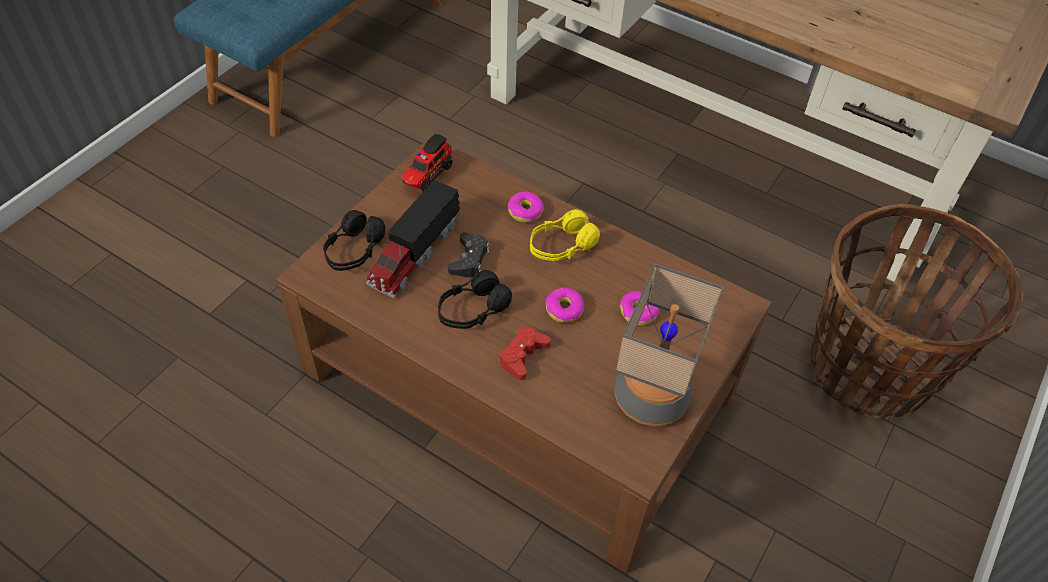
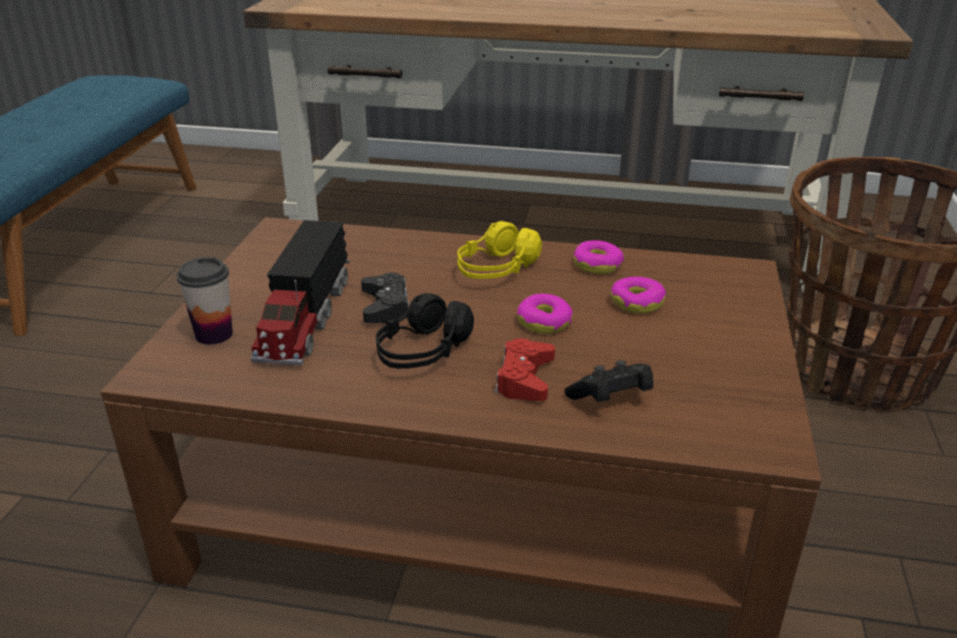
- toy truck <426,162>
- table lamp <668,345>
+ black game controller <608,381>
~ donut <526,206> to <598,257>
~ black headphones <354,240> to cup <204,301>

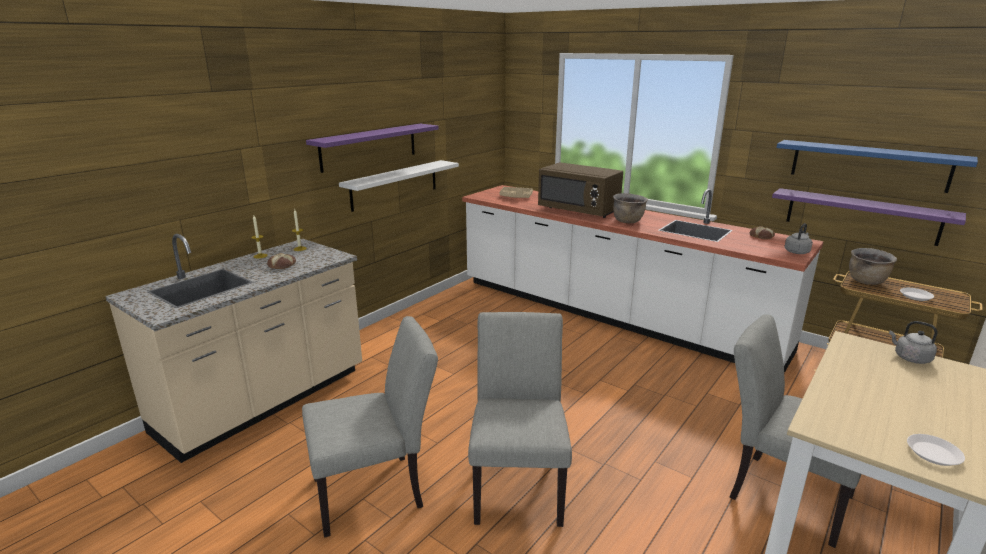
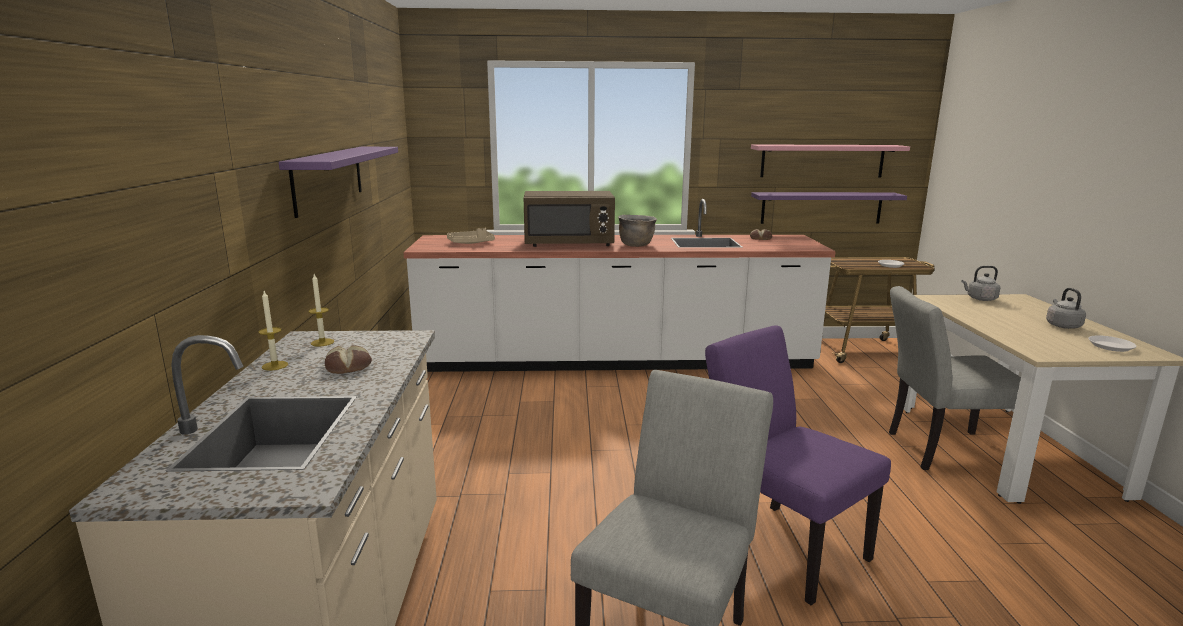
- white shelf <399,186>
- brown cooking pot <873,266>
~ grey kettle <798,238> to <1066,308>
~ grey chair <520,419> to purple chair <798,465>
~ blue shelf <877,166> to pink shelf <830,160>

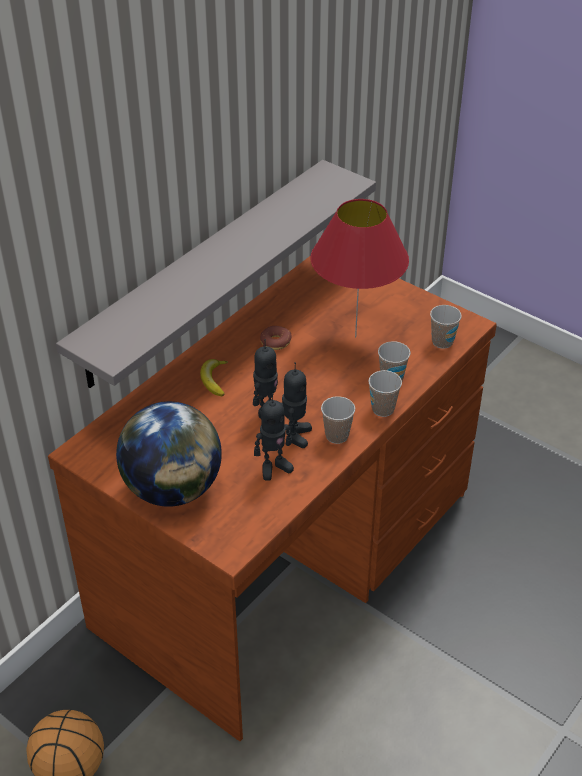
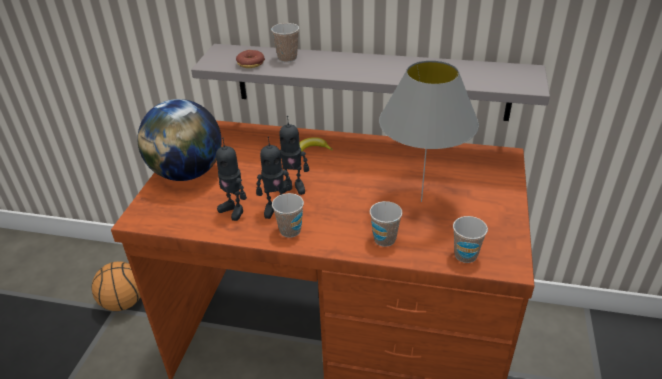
~ donut <276,338> to <250,59>
~ cup <385,393> to <285,42>
~ red table lamp <360,268> to grey table lamp <429,131>

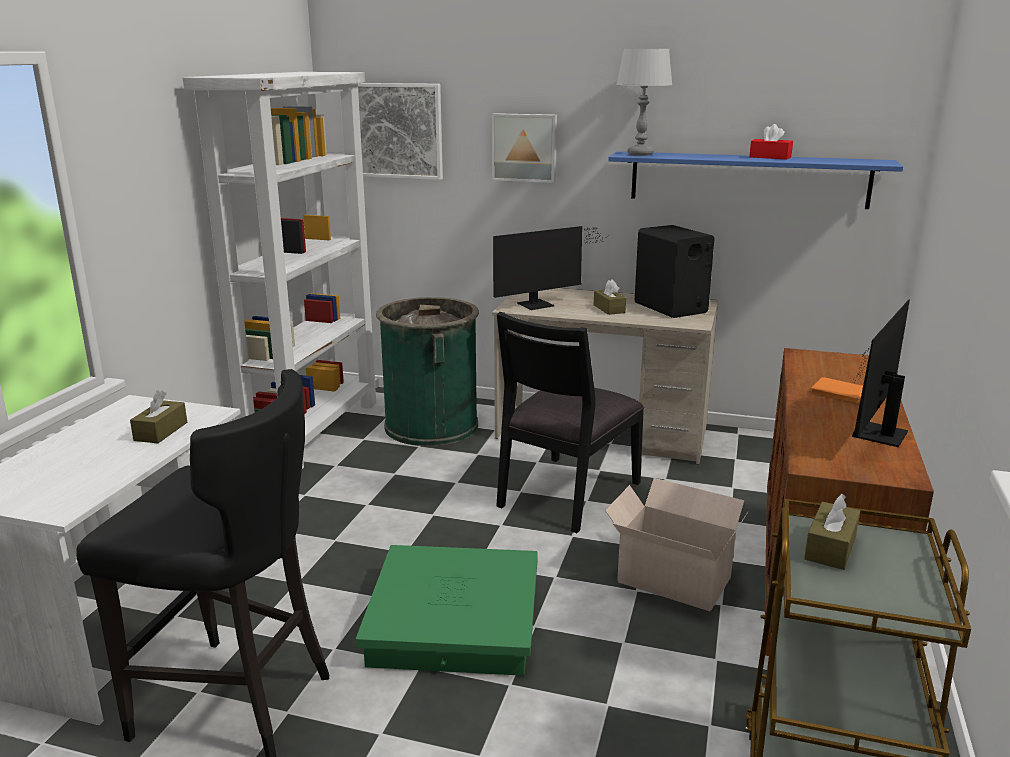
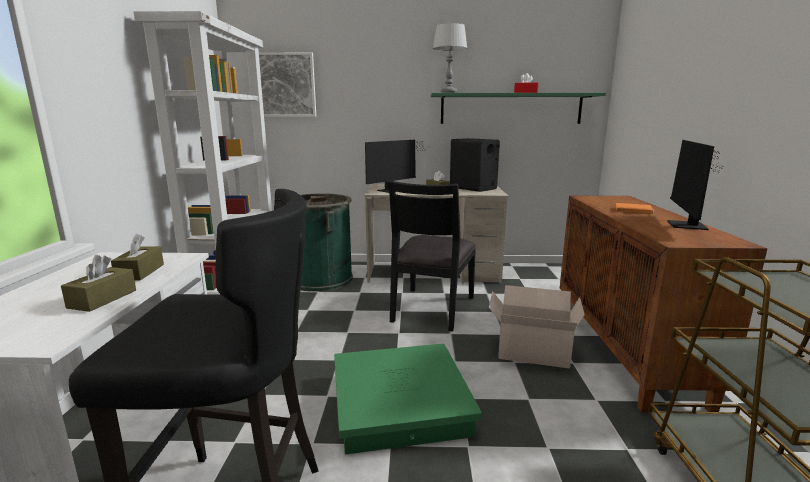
- picture <524,148>
~ brown tissue box <832,532> to <98,283>
~ blue shelf <755,180> to green shelf <518,108>

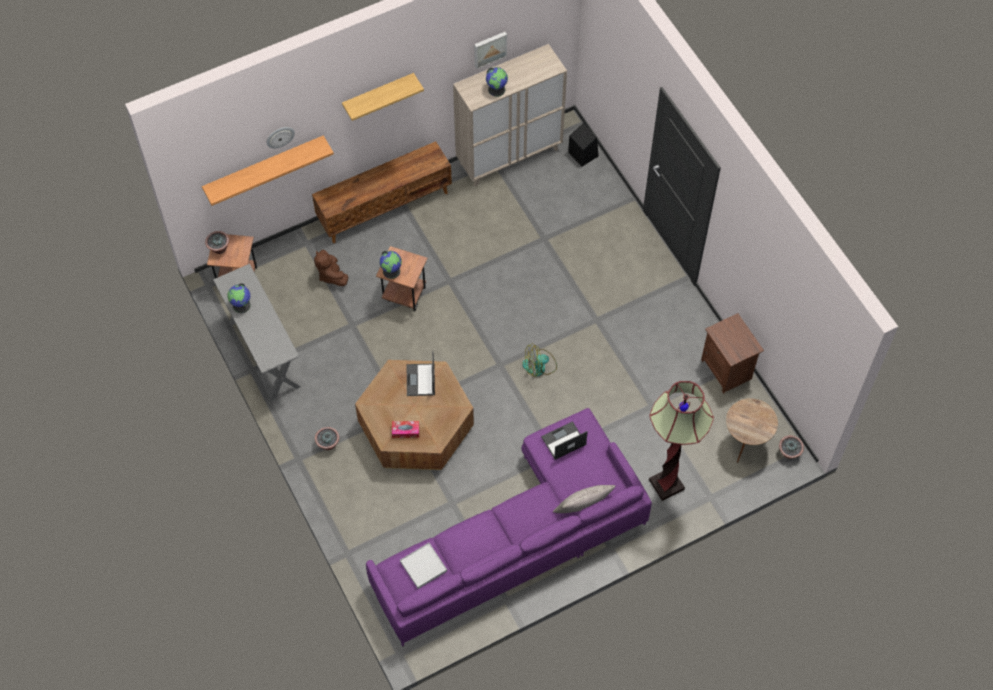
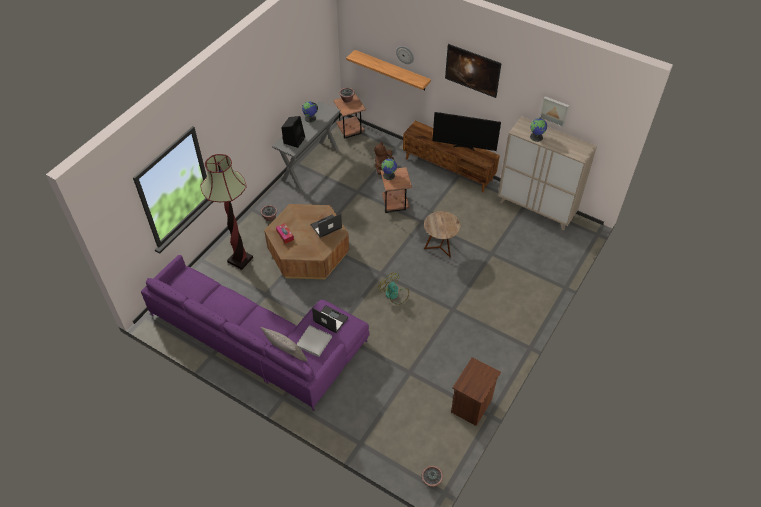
+ television <466,131>
~ white tray <423,566> to <314,341>
~ black speaker <583,145> to <293,132>
~ floor lamp <681,441> to <226,212>
~ brown side table <752,430> to <442,234>
~ shelf <383,97> to picture <473,71>

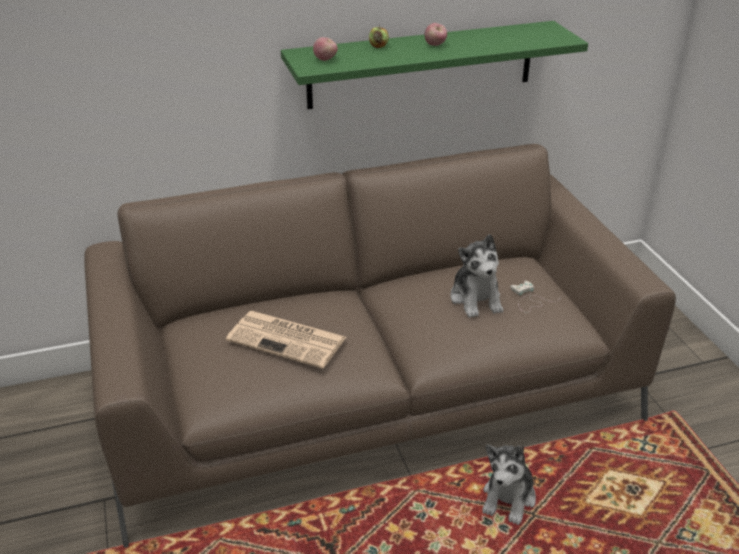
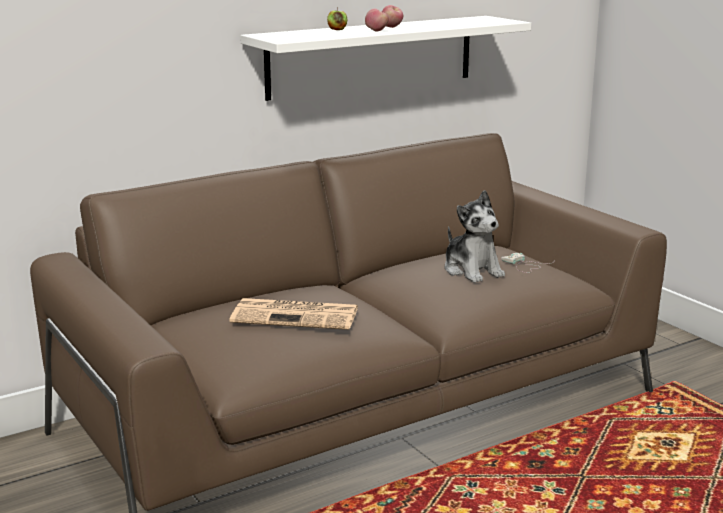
- plush toy <509,485>
~ apple <325,49> to <377,20>
~ green shelf <434,65> to white shelf <385,58>

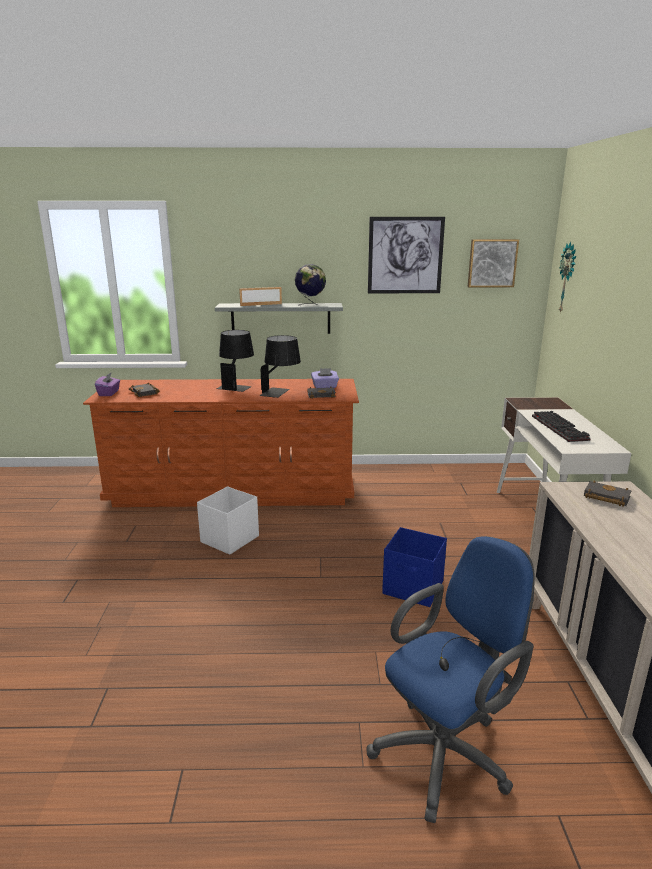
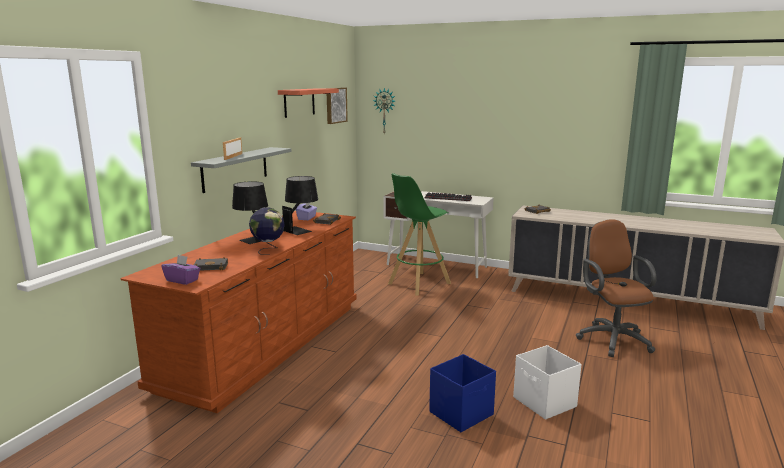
+ green stool <419,234>
~ white storage box <228,521> to <547,382>
~ globe <310,285> to <267,231>
~ blue storage box <414,567> to <462,393>
~ picture <406,255> to shelf <308,103>
~ blue office chair <451,679> to brown office chair <616,288>

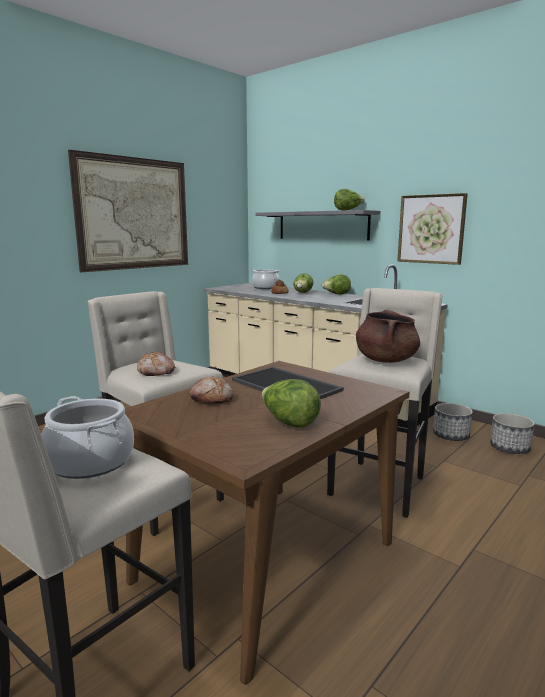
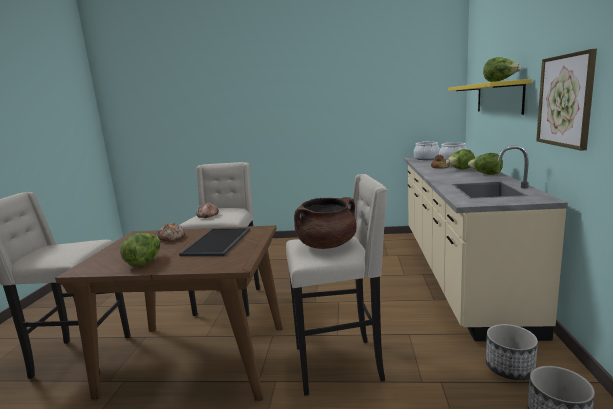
- picture <128,211>
~ cooking pot <87,437> to <427,150>
~ grey shelf <318,225> to yellow shelf <490,97>

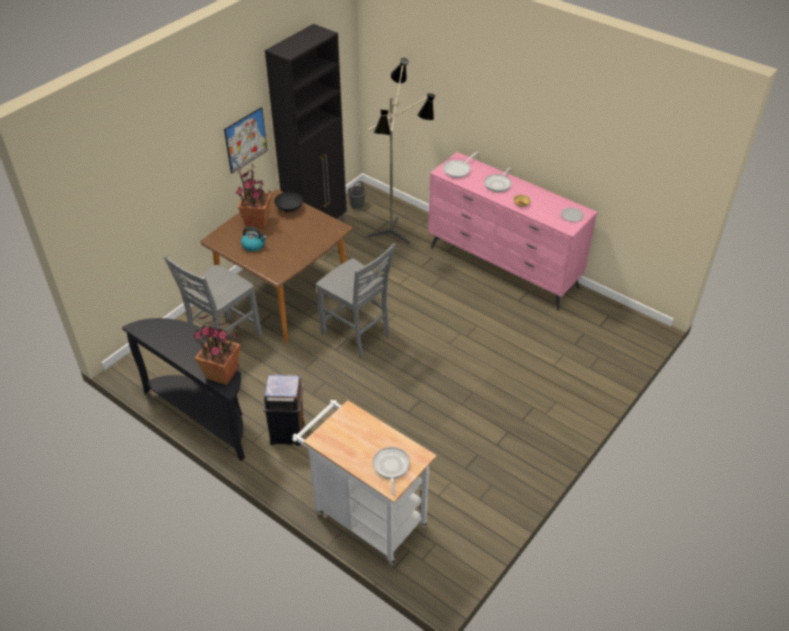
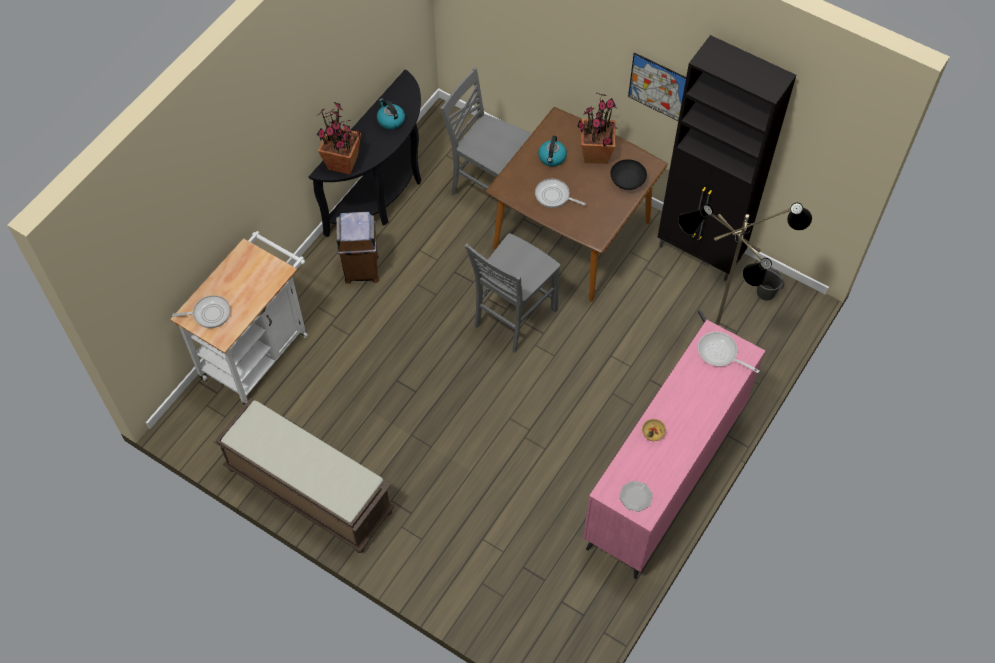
+ brown bench <304,475>
+ kettle <391,113>
~ frying pan <498,179> to <560,193>

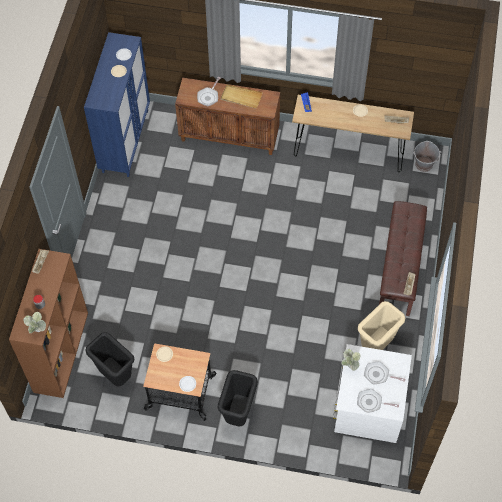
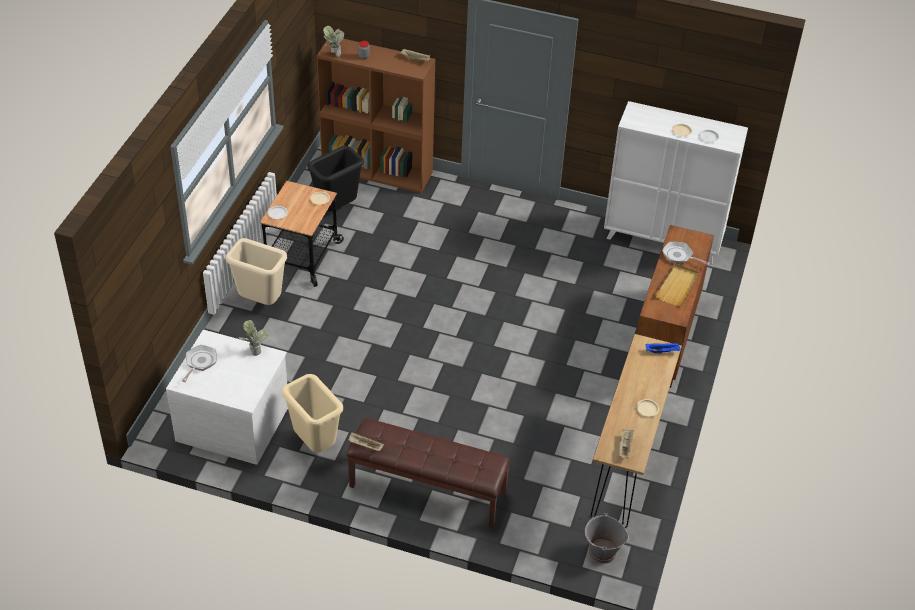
- frying pan <384,373>
~ blue cabinet <117,104> to white cabinet <676,182>
~ black trash can <237,398> to beige trash can <256,271>

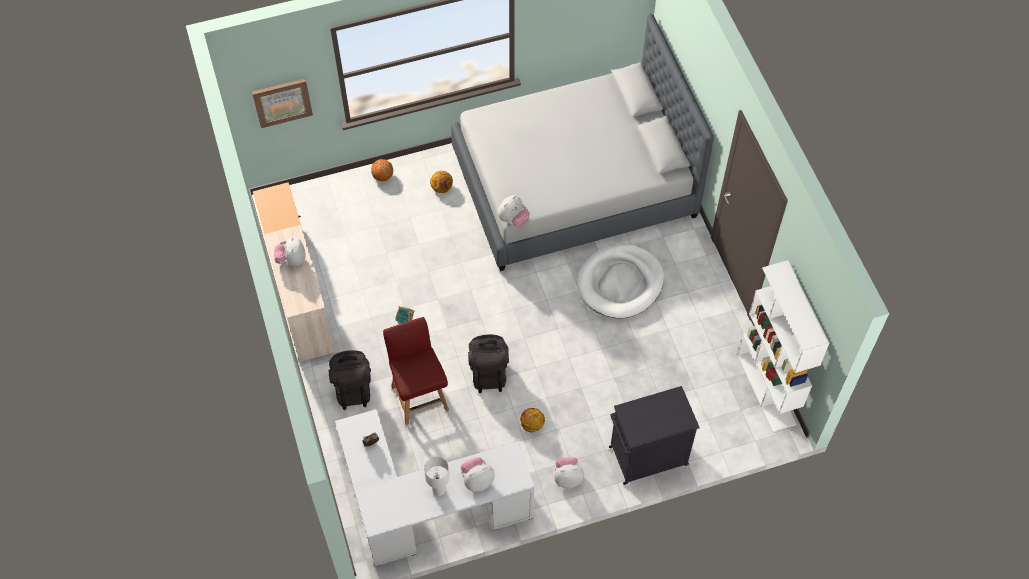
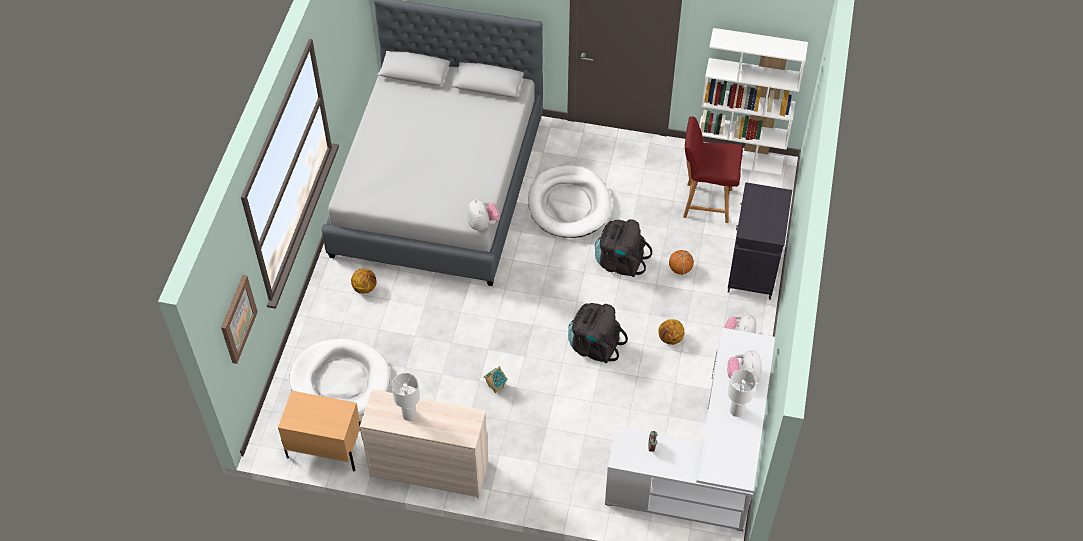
+ white dog bed <339,377>
~ black backpack <349,380> to <623,248>
~ basketball <382,170> to <681,262>
~ red chair <416,371> to <713,169>
~ plush toy <290,251> to white table lamp <406,397>

